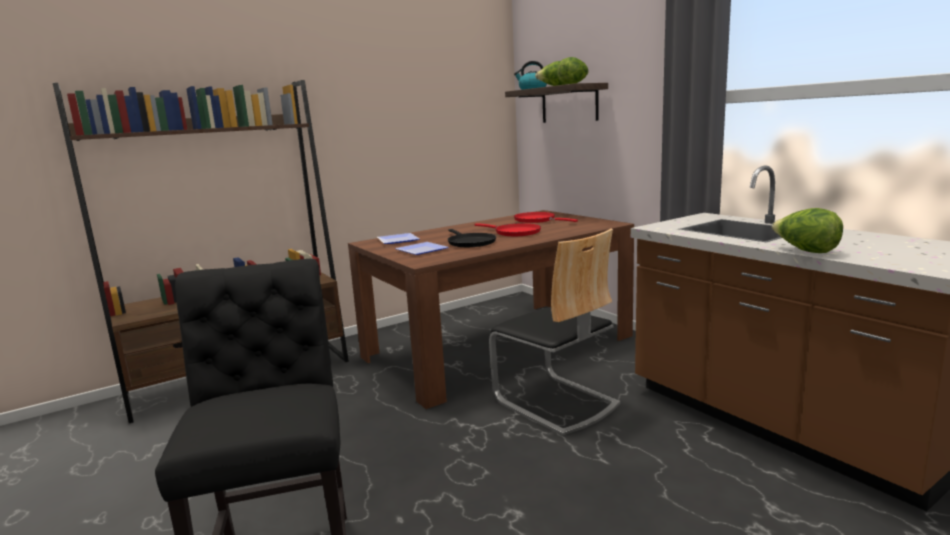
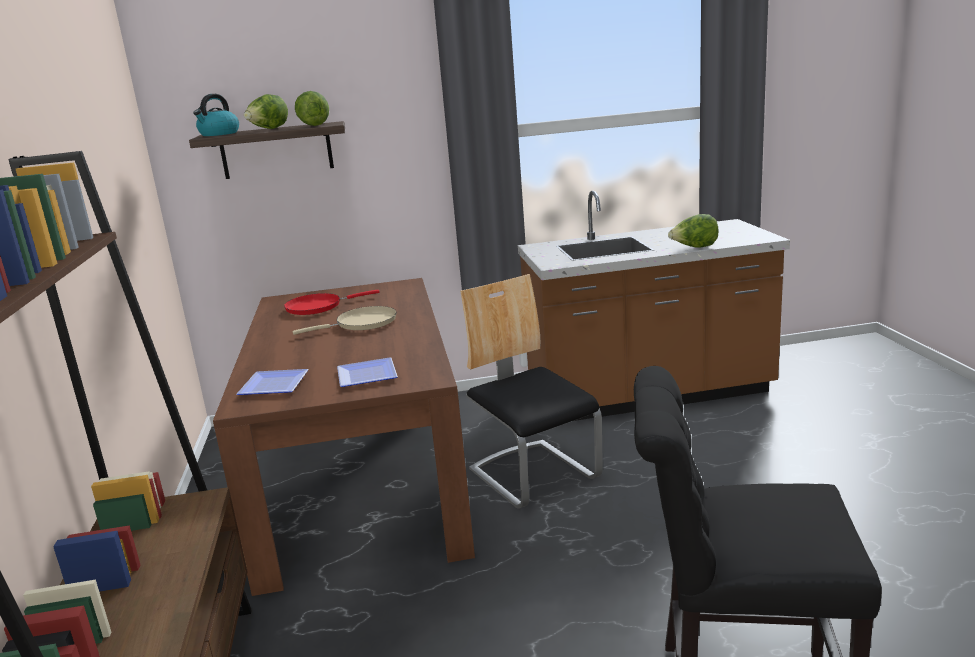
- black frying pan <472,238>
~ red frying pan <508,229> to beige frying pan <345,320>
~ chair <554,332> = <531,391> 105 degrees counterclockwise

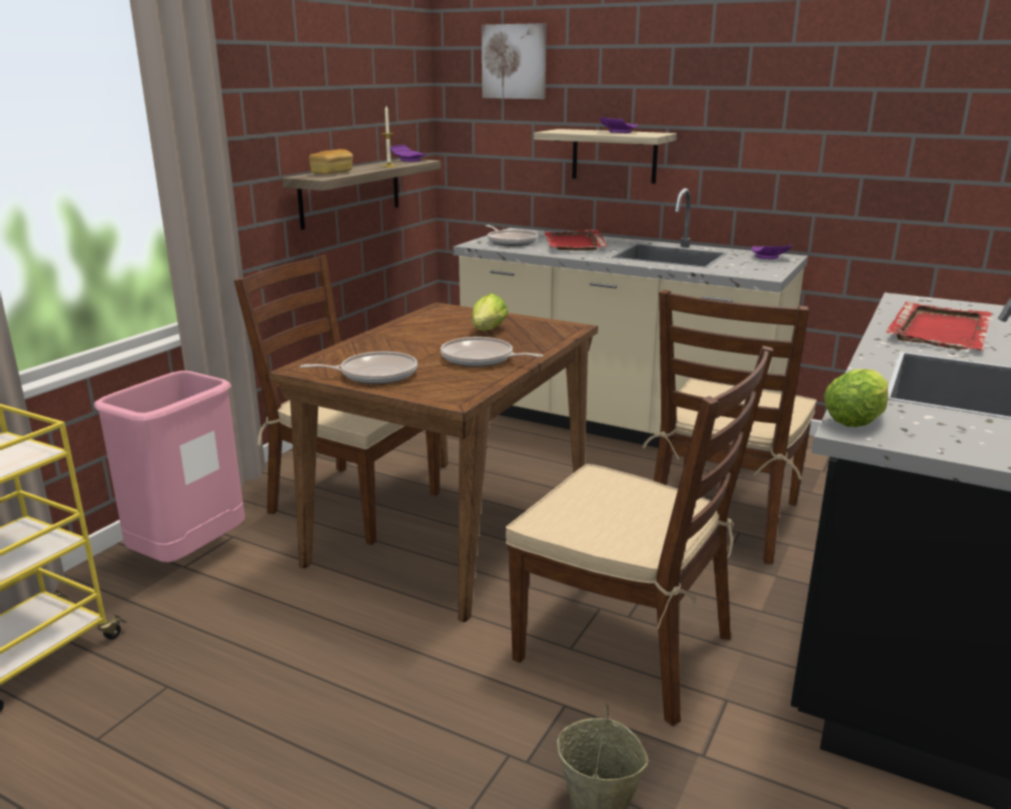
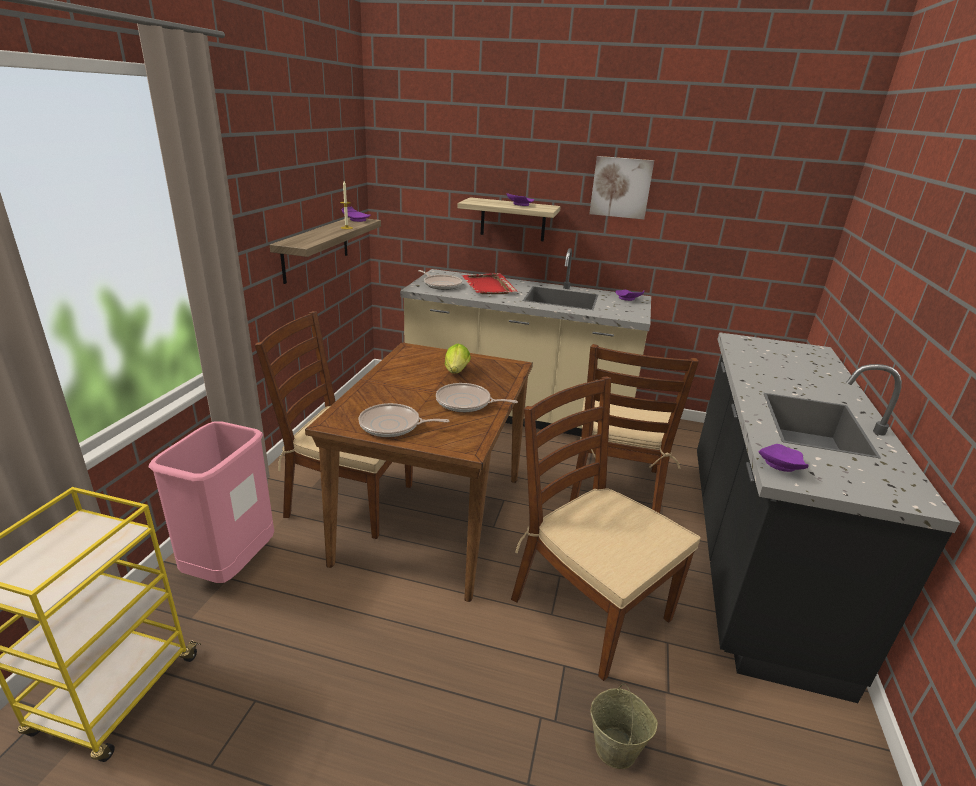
- bread <331,161>
- red tray <939,325>
~ picture <514,61> to <621,187>
~ lettuce <856,398> to purple plate <783,458>
~ frying pan <359,367> = <404,420> 150 degrees counterclockwise
~ brown chair <639,536> = <606,528> 150 degrees counterclockwise

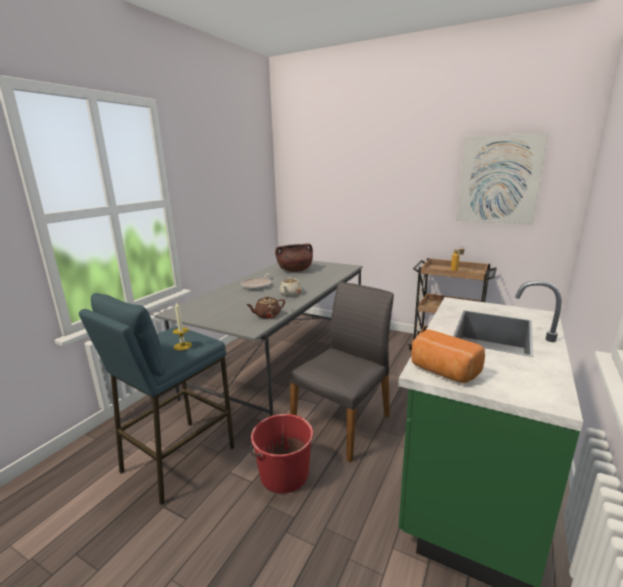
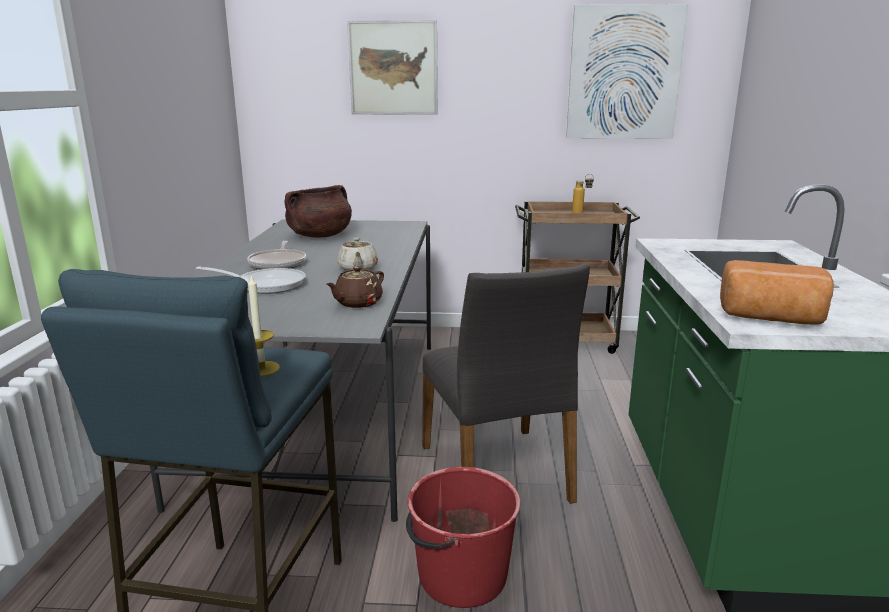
+ frying pan <251,280>
+ picture <392,67>
~ grey chair <342,372> = <506,383> 150 degrees clockwise

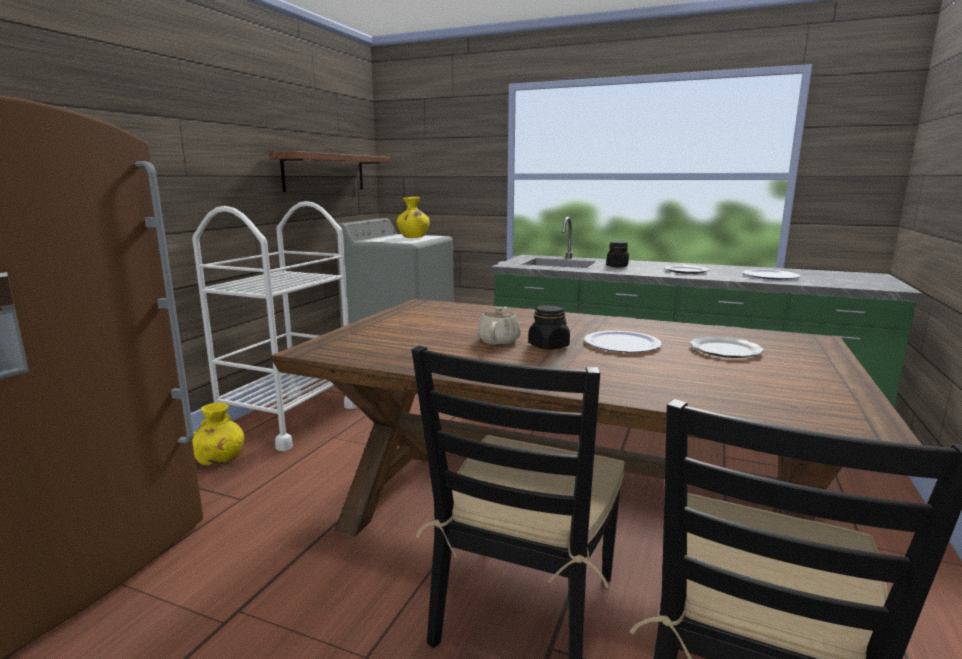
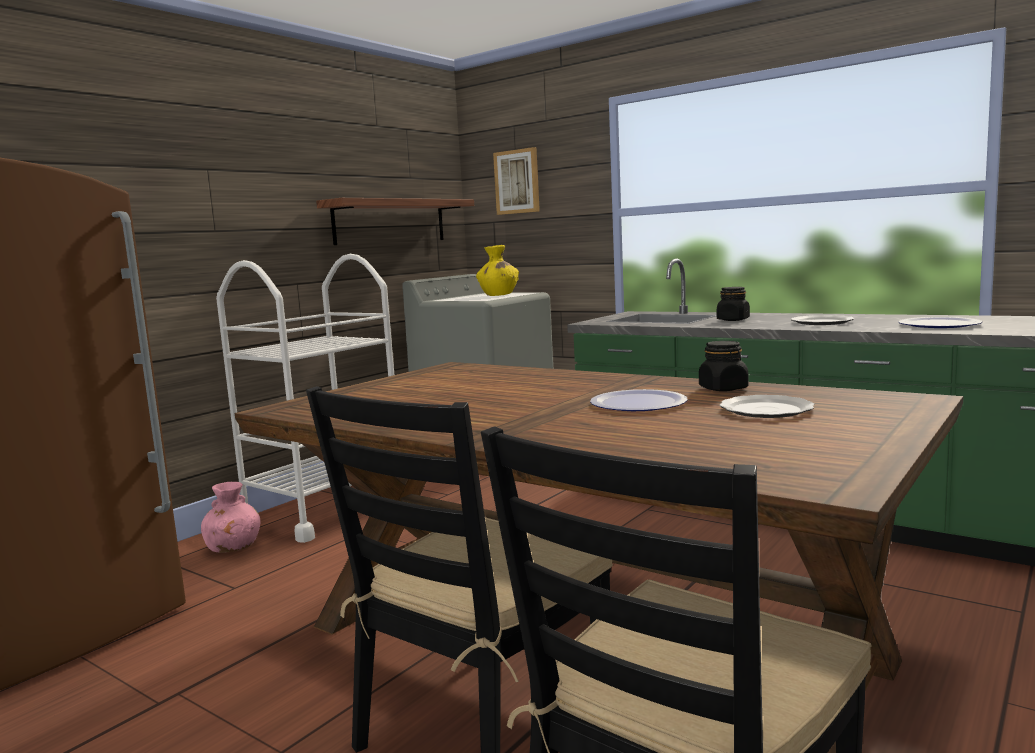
- beige teapot <499,325>
+ picture <516,181>
~ black jar <549,327> to <724,366>
~ yellow vase <218,434> to pink vase <230,517>

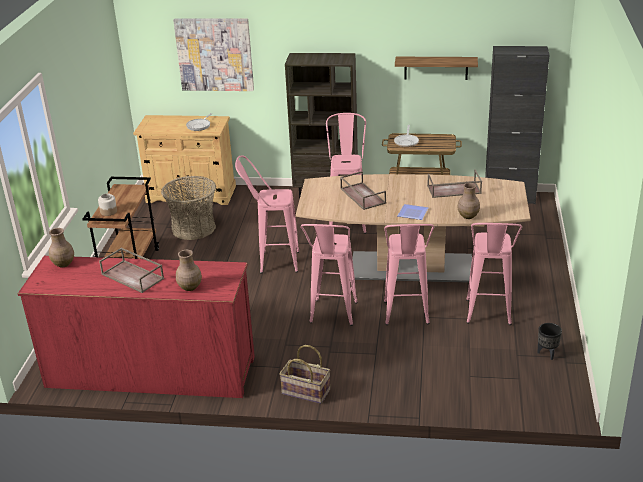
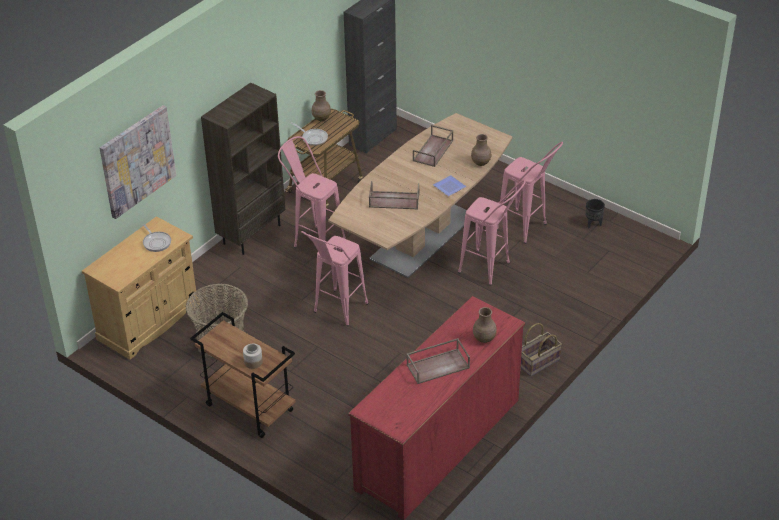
- pink stool <329,275>
- shelf <436,68>
~ brown vase <61,247> to <321,105>

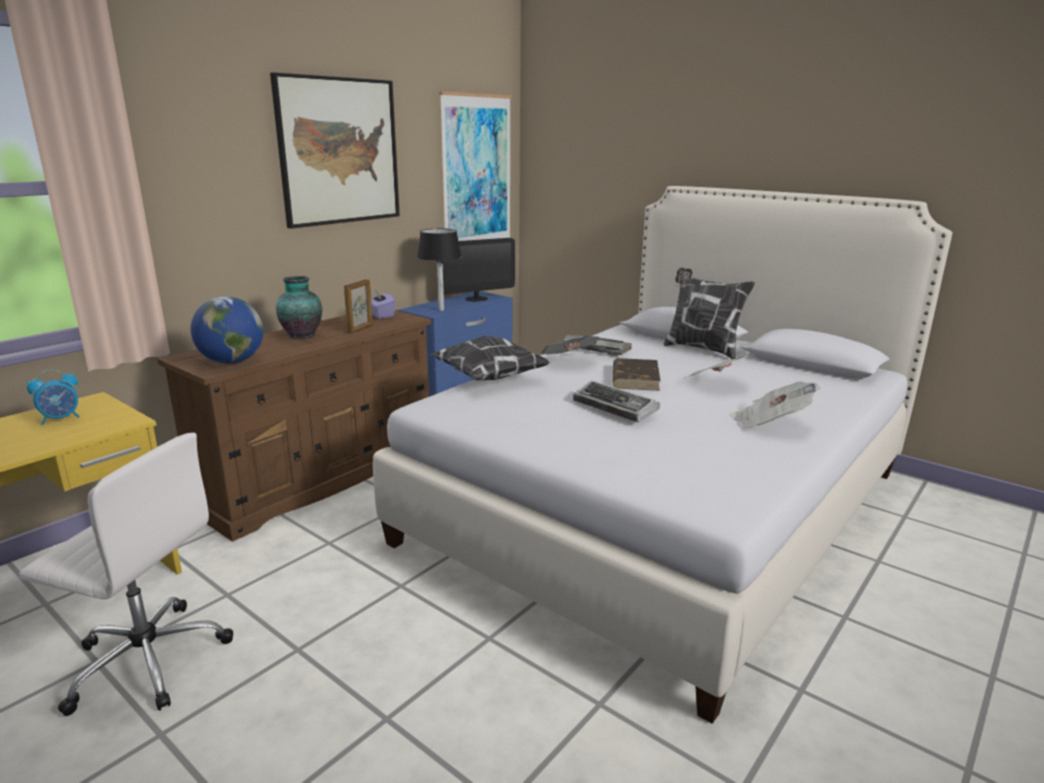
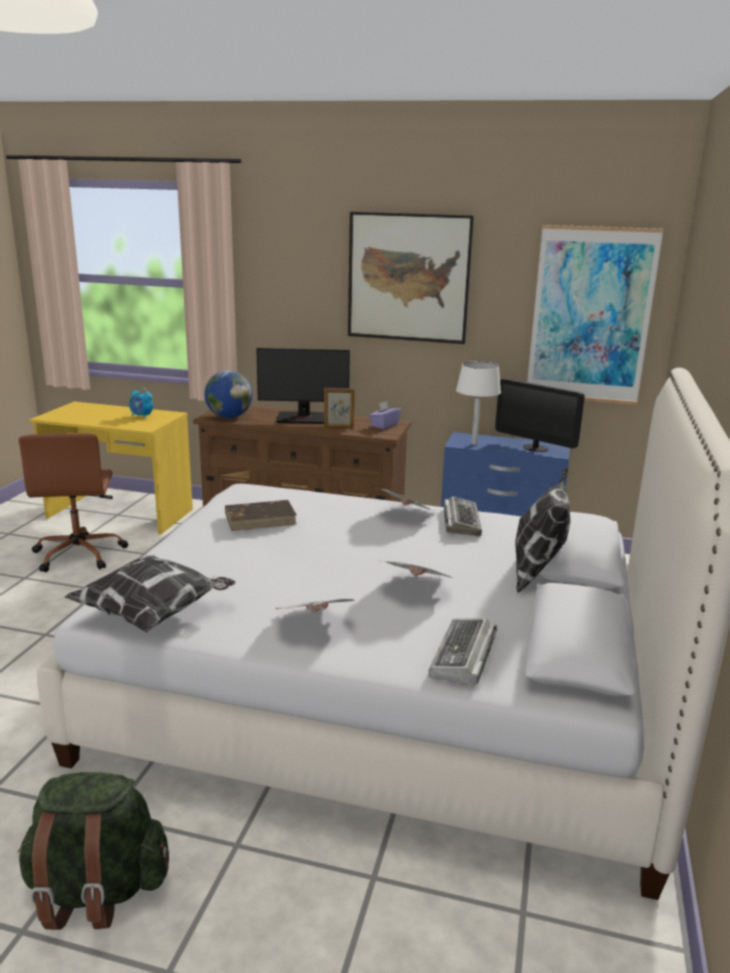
+ green backpack <93,851>
~ pillow <490,358> to <149,594>
~ keyboard <616,401> to <463,651>
~ brown book <637,374> to <261,515>
~ vase <299,307> to monitor <303,386>
~ white office chair <126,574> to brown office chair <73,502>
~ black table lamp <439,269> to white table lamp <478,403>

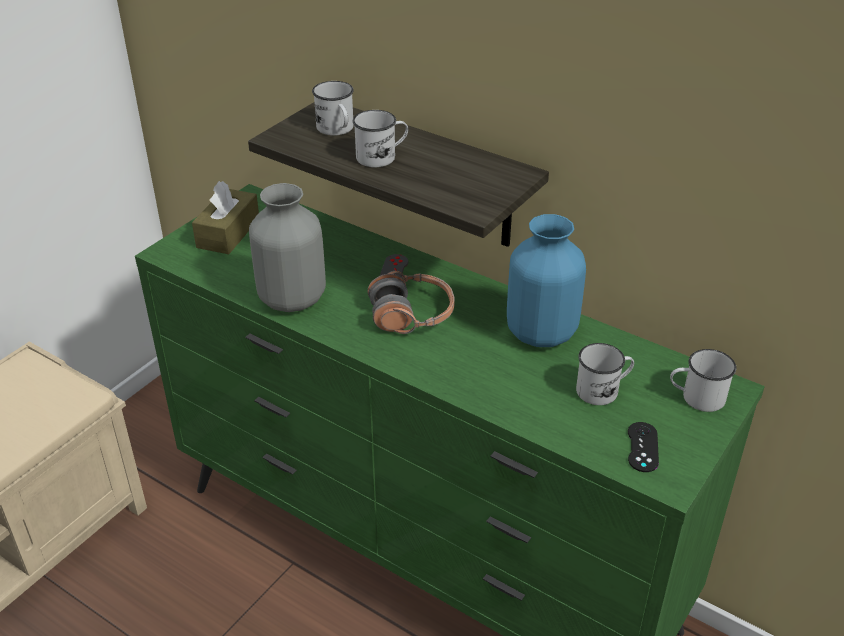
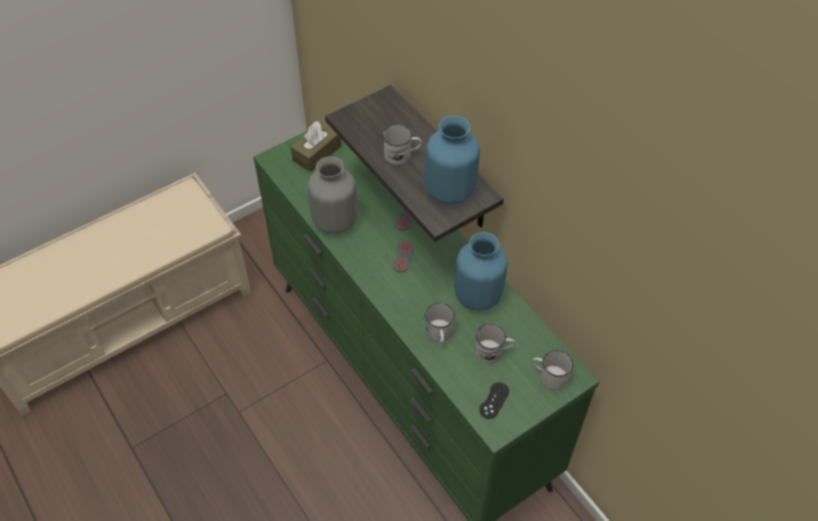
+ blue vase <452,160>
~ white mug <333,108> to <440,323>
~ headphones <411,302> to grey game controller <403,256>

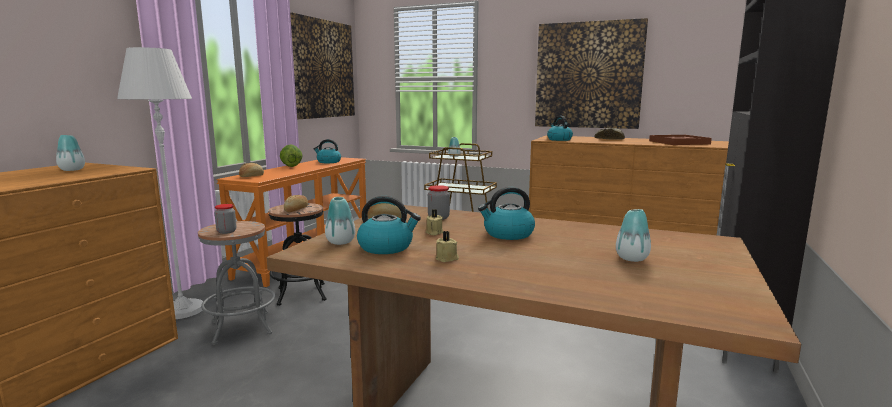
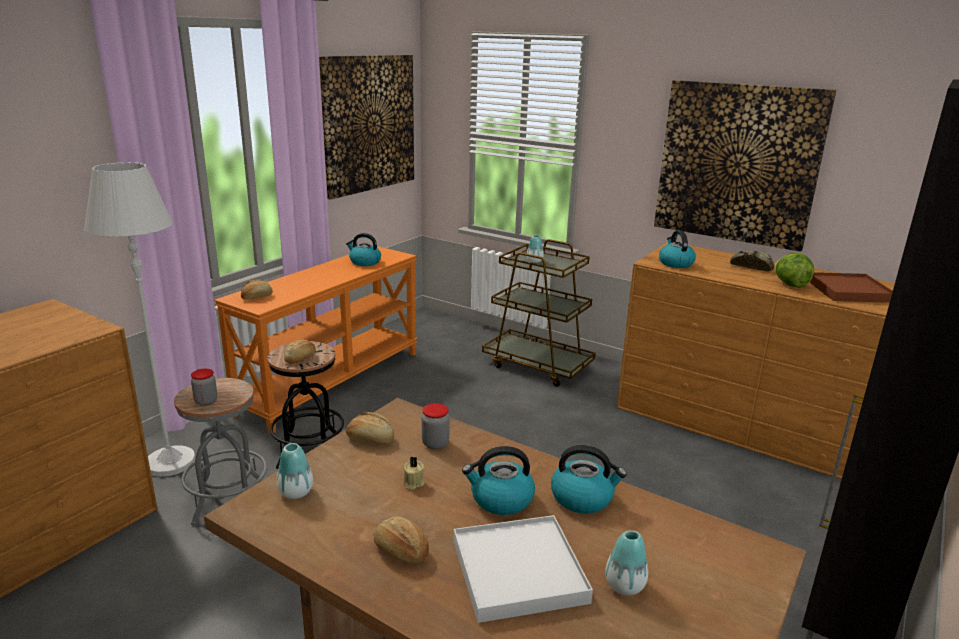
- vase <70,153>
+ white tray <523,569>
~ lettuce <291,155> to <794,270>
~ kettle <389,225> to <589,479>
~ beige candle <447,246> to bread <401,540>

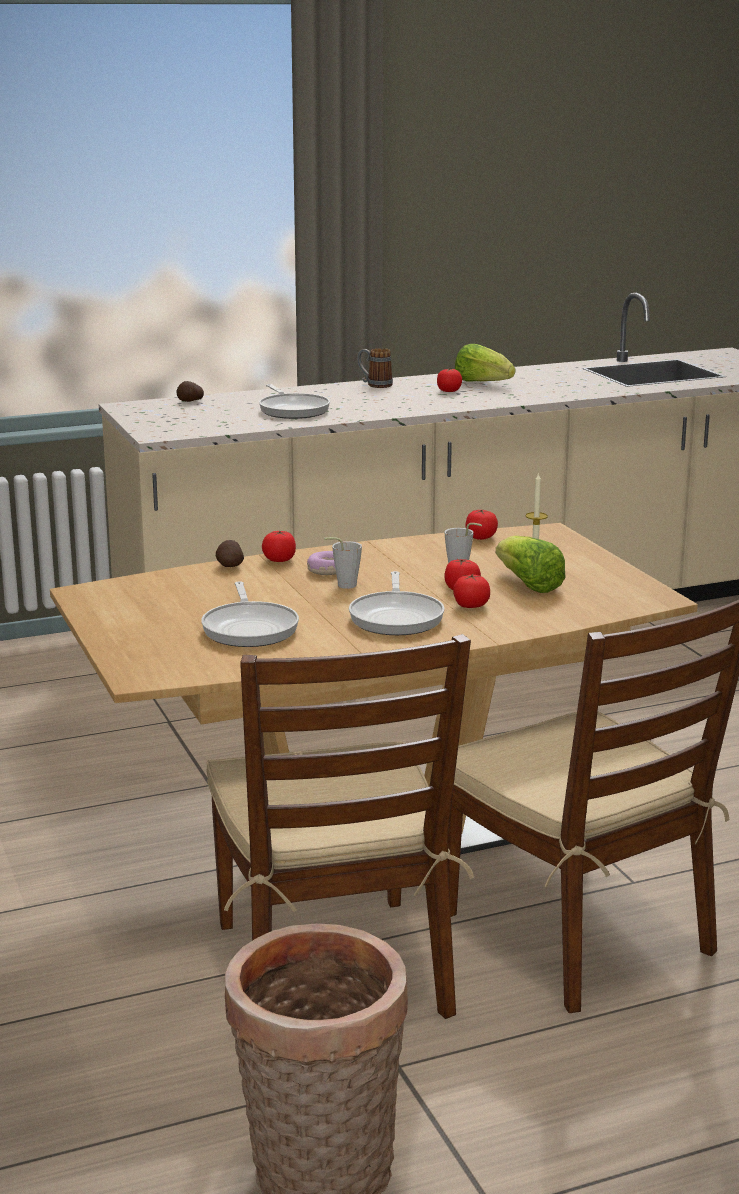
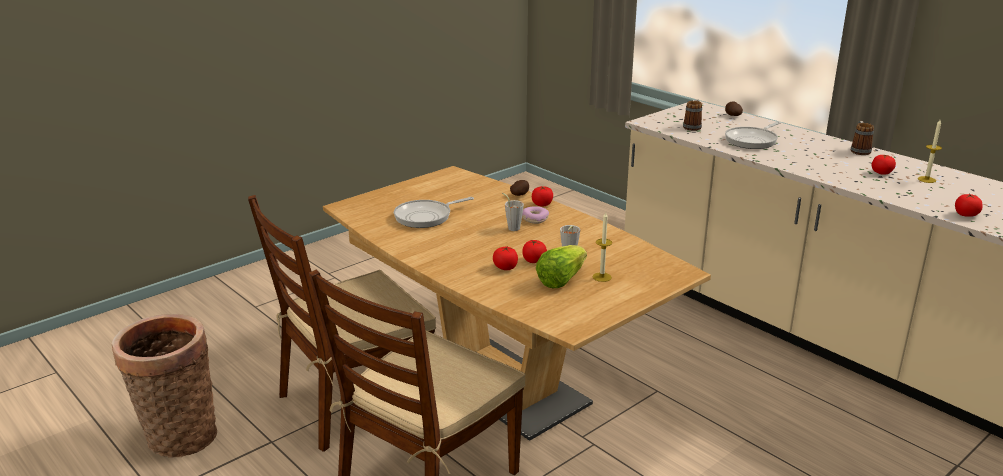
- frying pan <397,603>
+ mug <692,115>
~ tomato <481,524> to <969,205>
~ lettuce <485,363> to candle <930,151>

